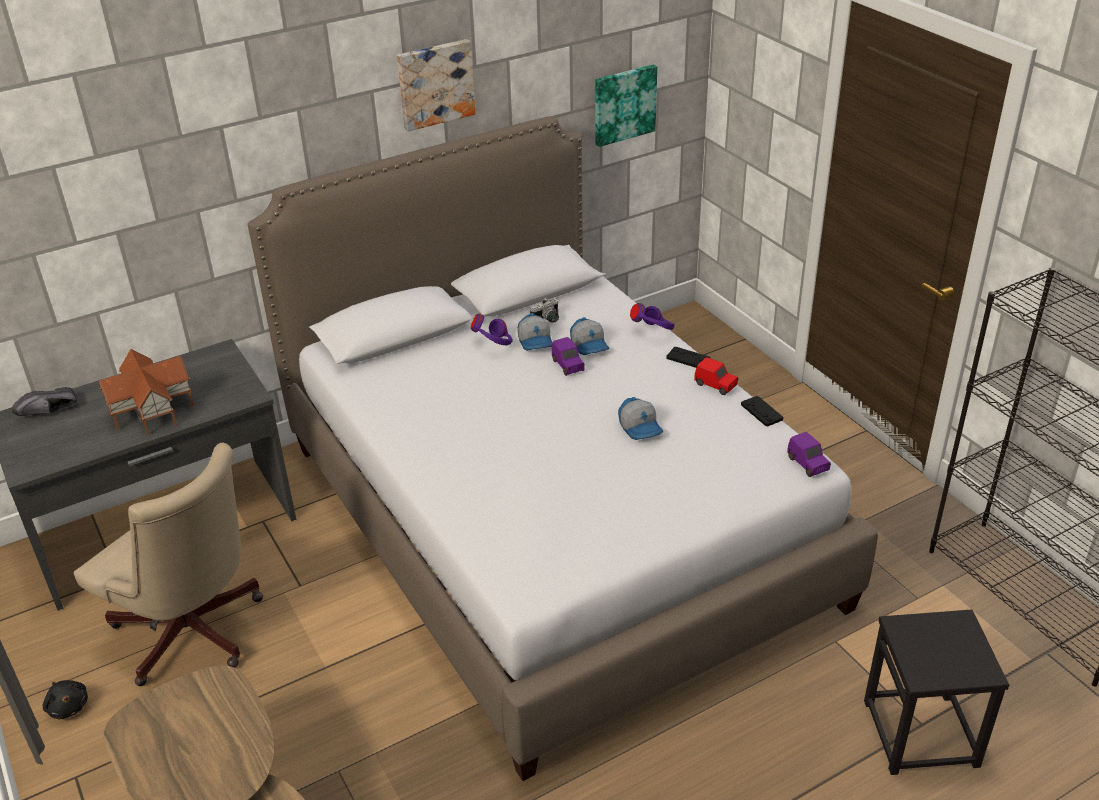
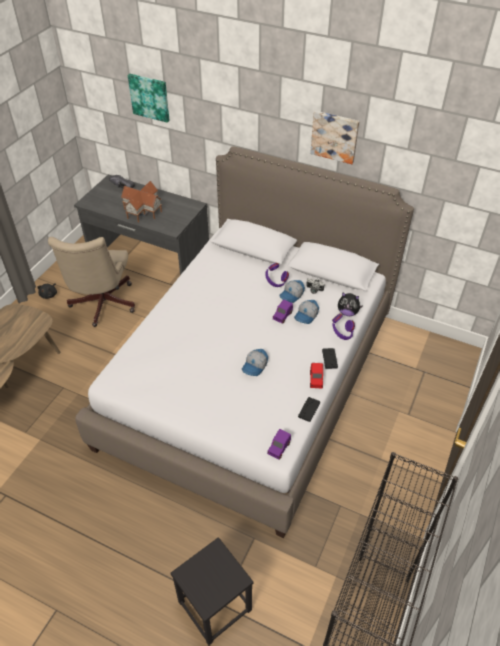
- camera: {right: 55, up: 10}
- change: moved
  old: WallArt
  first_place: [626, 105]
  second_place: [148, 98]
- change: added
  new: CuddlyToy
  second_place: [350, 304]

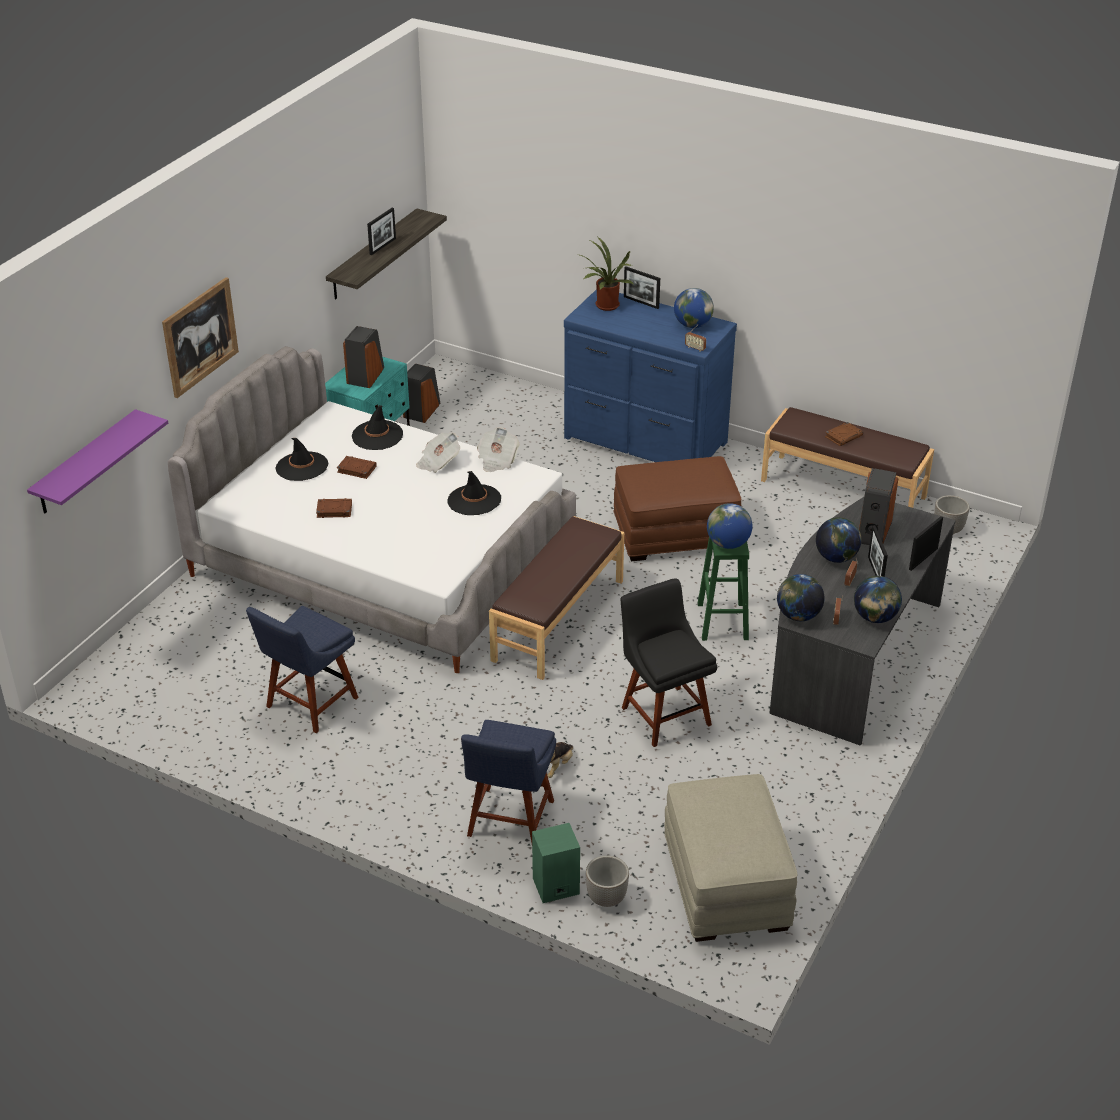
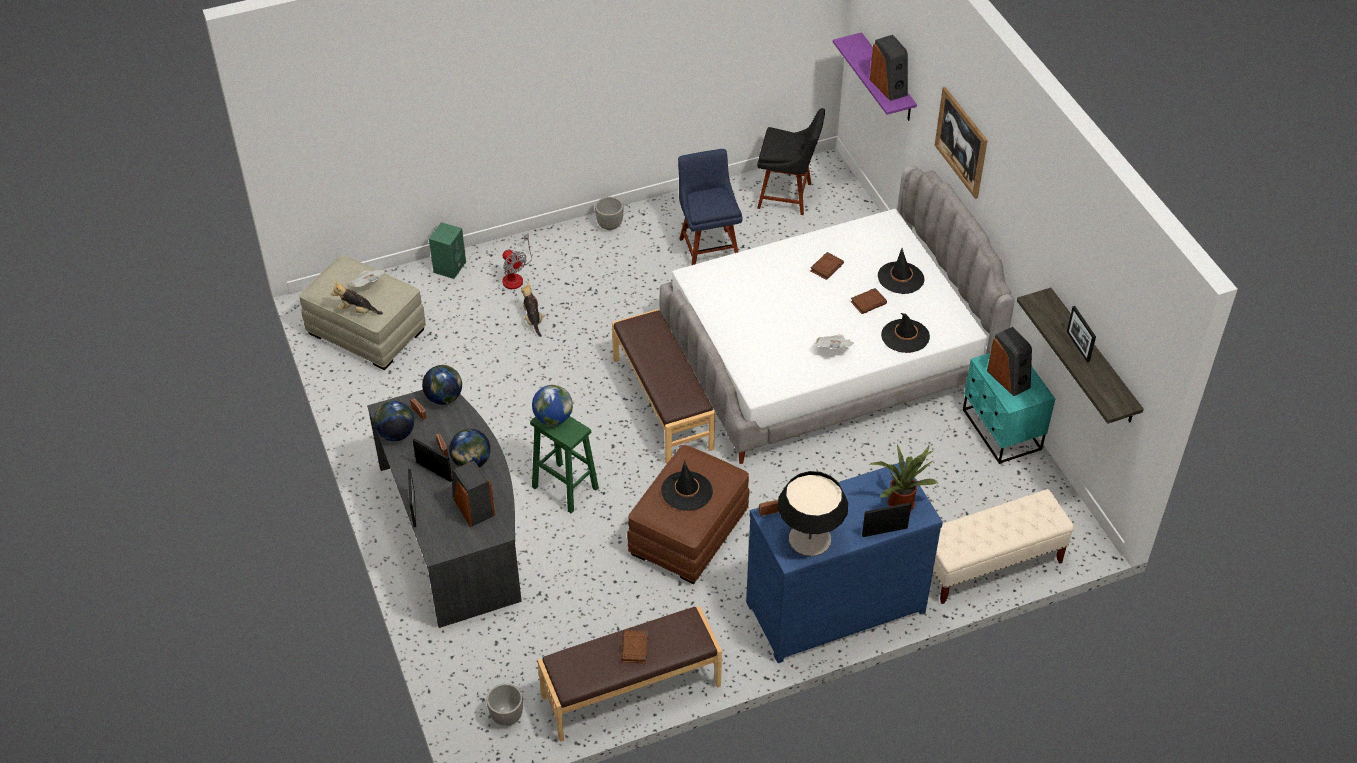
- camera: {right: 130, up: 10}
- change: replaced
  old: DeskGlobe
  new: TableLamp
  first_place: [694, 308]
  second_place: [813, 513]
- change: moved
  old: Speaker
  first_place: [422, 393]
  second_place: [889, 68]
- change: moved
  old: PrintedPaper
  first_place: [498, 449]
  second_place: [367, 278]
- change: moved
  old: BlackishWearableHat
  first_place: [474, 493]
  second_place: [687, 485]
- change: moved
  old: BlackishChair
  first_place: [669, 662]
  second_place: [791, 161]
- change: replaced
  old: BlueChair
  new: Fan
  first_place: [508, 781]
  second_place: [517, 261]
- change: moved
  old: PlantPot
  first_place: [607, 881]
  second_place: [609, 213]
- change: added
  new: CuddlyToy
  second_place: [357, 298]
- change: added
  new: BeigeBench
  second_place: [1003, 546]

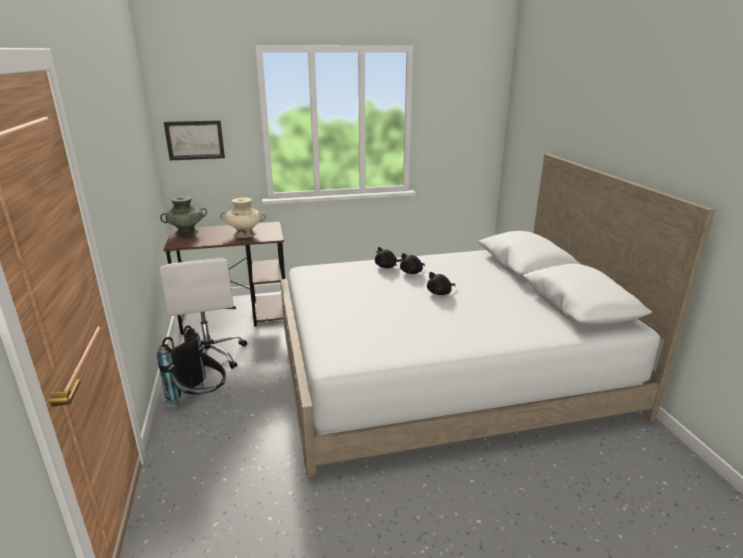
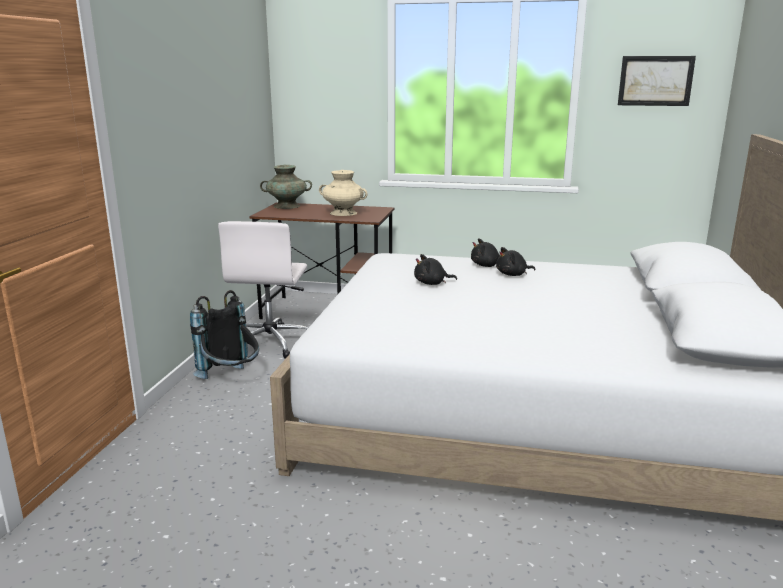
- camera: {right: 25, up: -5}
- change: moved
  old: WallArt
  first_place: [194, 140]
  second_place: [657, 81]
- change: moved
  old: BlackishCuddlyToy
  first_place: [441, 283]
  second_place: [435, 269]

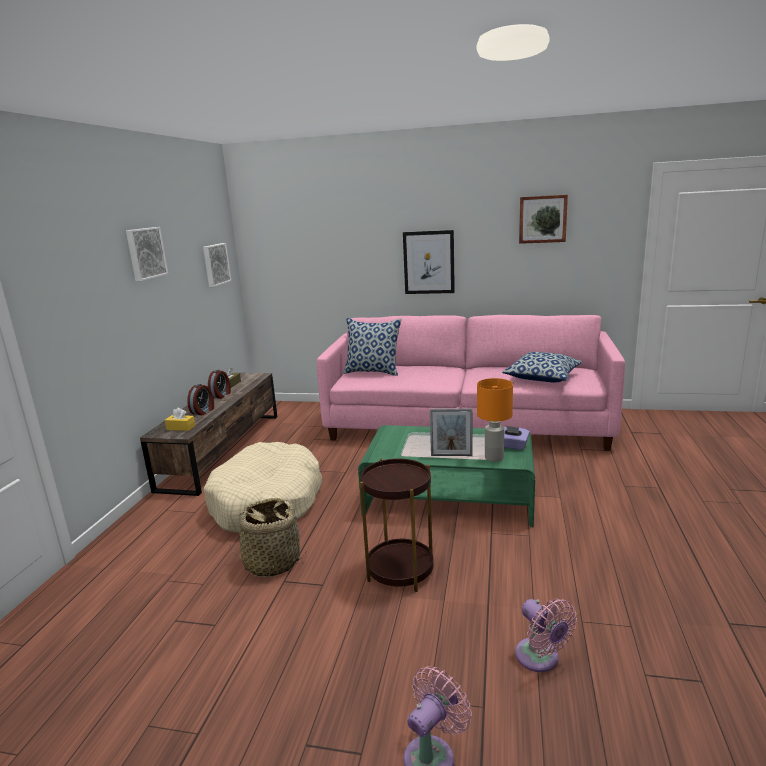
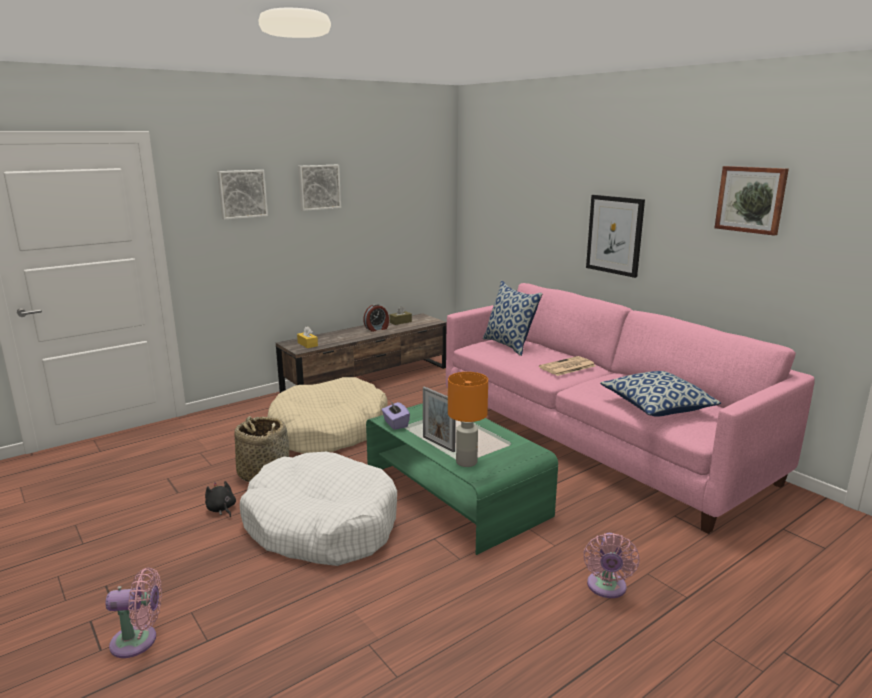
- camera: {right: 40, up: 0}
- change: moved
  old: WallArt
  first_place: [217, 265]
  second_place: [242, 195]
- change: removed
  old: AlarmClock
  first_place: [200, 399]
- change: moved
  old: PurpleBoxOfTissues
  first_place: [517, 438]
  second_place: [396, 416]
- change: replaced
  old: BrownColouredEndTable
  new: WhitishDogBed
  first_place: [397, 525]
  second_place: [318, 509]
- change: moved
  old: PinkColouredFan
  first_place: [546, 635]
  second_place: [611, 565]
- change: added
  new: PrintedPaper
  second_place: [567, 366]
- change: added
  new: BlackishCuddlyToy
  second_place: [220, 499]

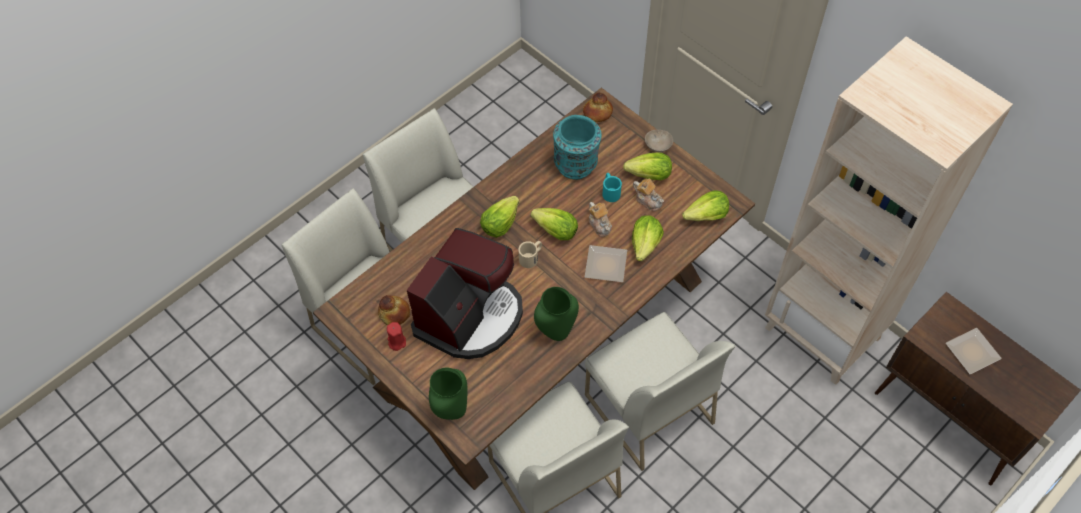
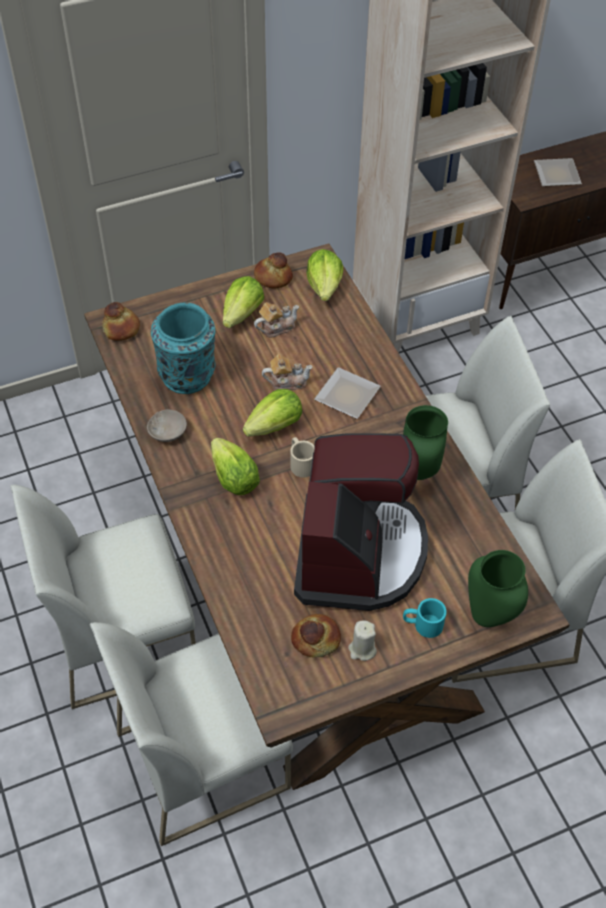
- camera: {right: -70, up: -5}
- change: moved
  old: BeigeServingBowl
  first_place: [659, 141]
  second_place: [167, 426]
- change: moved
  old: BlueGreenCoffeeMug
  first_place: [612, 187]
  second_place: [425, 618]
- change: removed
  old: Lettuce
  first_place: [648, 239]
- change: turned
  old: CoffeeBrewer
  first_place: [465, 293]
  second_place: [361, 522]
  degrees: 45
- change: recoloured
  old: ReddishCandle
  new: BeigeCandle
  first_place: [396, 336]
  second_place: [362, 640]
- change: added
  new: Bread
  second_place: [273, 270]

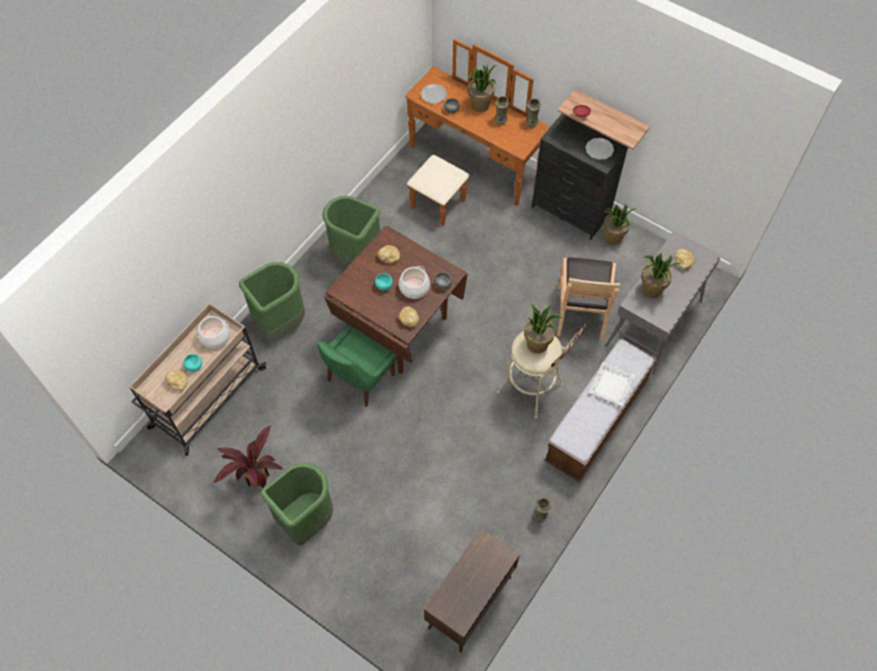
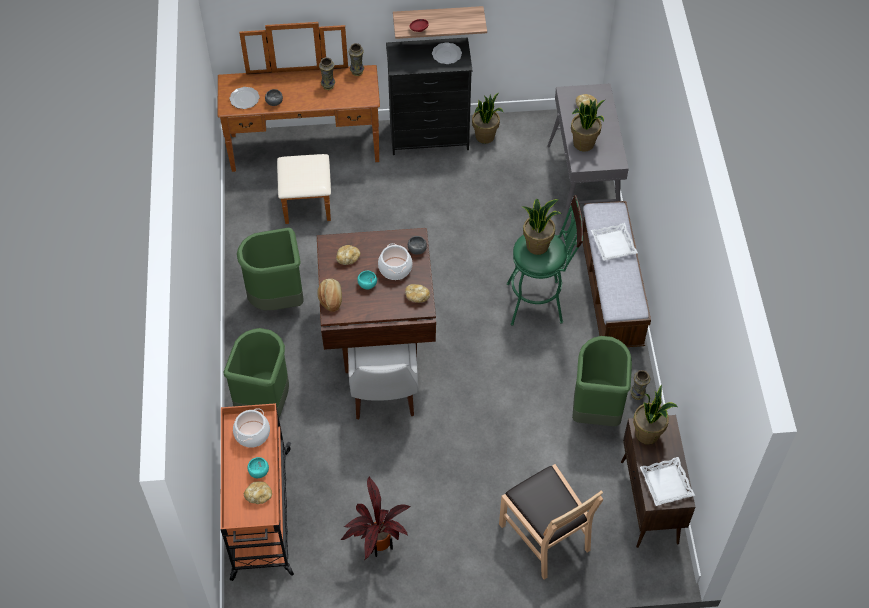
- camera: {right: -40, up: -5}
- change: moved
  old: Houseplant
  first_place: [481, 88]
  second_place: [655, 415]
- change: moved
  old: BrownColouredChair
  first_place: [588, 299]
  second_place: [551, 521]
- change: recoloured
  old: BeigeCart
  new: OrangeCart
  first_place: [197, 379]
  second_place: [257, 492]
- change: recoloured
  old: BeigeStool
  new: GreenColouredStool
  first_place: [541, 371]
  second_place: [545, 260]
- change: recoloured
  old: GreenColouredChair
  new: WhitishChair
  first_place: [357, 365]
  second_place: [383, 381]
- change: moved
  old: GreenColouredRubbishBin
  first_place: [297, 504]
  second_place: [602, 381]
- change: added
  new: Bread
  second_place: [330, 295]
- change: added
  new: WhitishTray
  second_place: [667, 481]

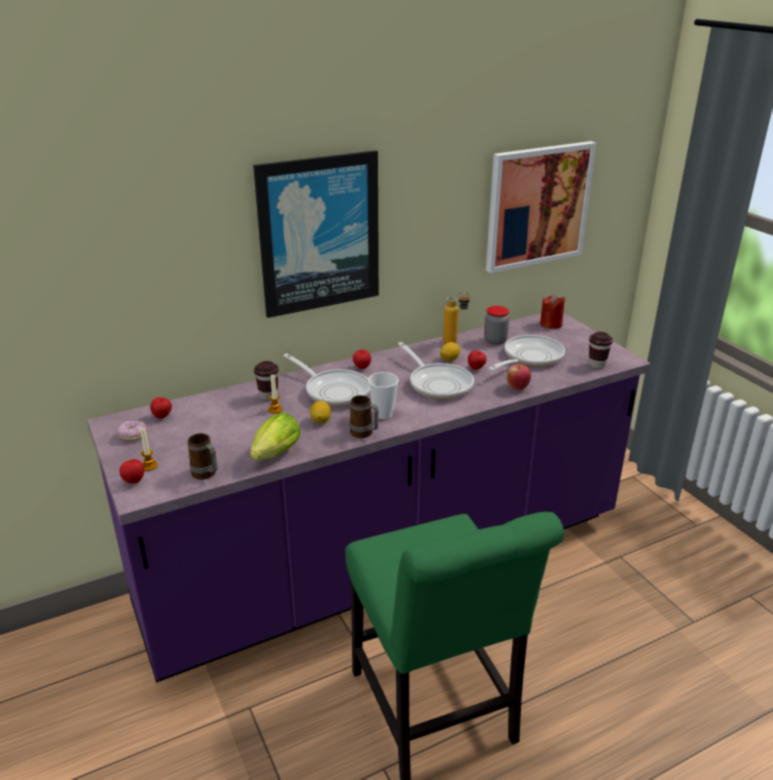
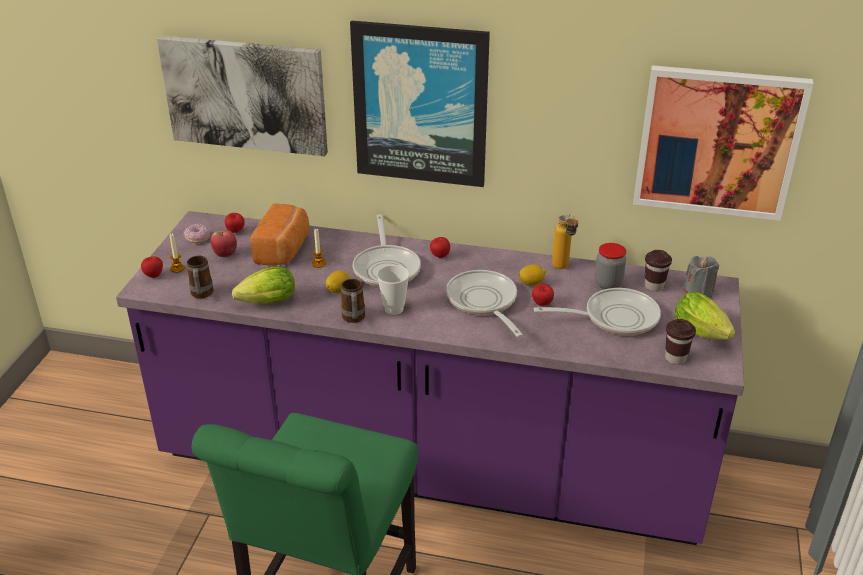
- camera: {right: 40, up: 5}
- change: recoloured
  old: ReddishCandle
  new: GreyCandle
  first_place: [552, 311]
  second_place: [701, 277]
- change: turned
  old: FryingPan
  first_place: [436, 370]
  second_place: [484, 303]
  degrees: 150
- change: moved
  old: BrownColouredCup
  first_place: [266, 380]
  second_place: [658, 271]
- change: moved
  old: Apple
  first_place: [519, 377]
  second_place: [224, 243]
- change: added
  new: WallArt
  second_place: [242, 96]
- change: added
  new: Bread
  second_place: [280, 234]
- change: added
  new: Lettuce
  second_place: [705, 316]

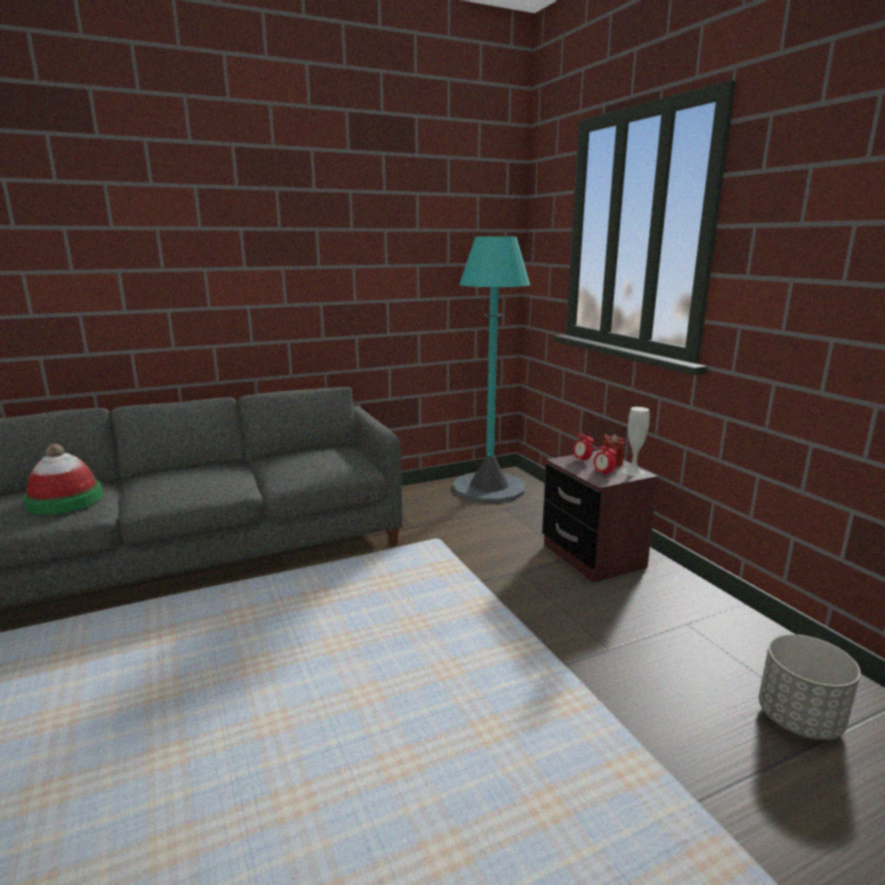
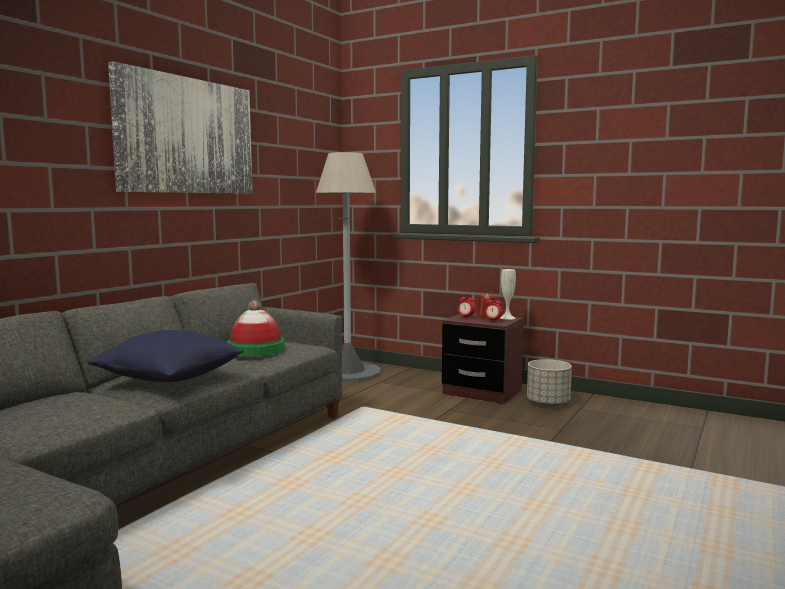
- camera: {right: -35, up: -10}
- change: recoloured
  old: BlueGreenFloorLamp
  new: GreyFloorLamp
  first_place: [491, 370]
  second_place: [348, 267]
- change: moved
  old: WearableHat
  first_place: [63, 479]
  second_place: [255, 328]
- change: moved
  old: GreyPlantPot
  first_place: [810, 687]
  second_place: [549, 383]
- change: added
  new: WallArt
  second_place: [180, 127]
- change: added
  new: BluePillow
  second_place: [165, 356]

